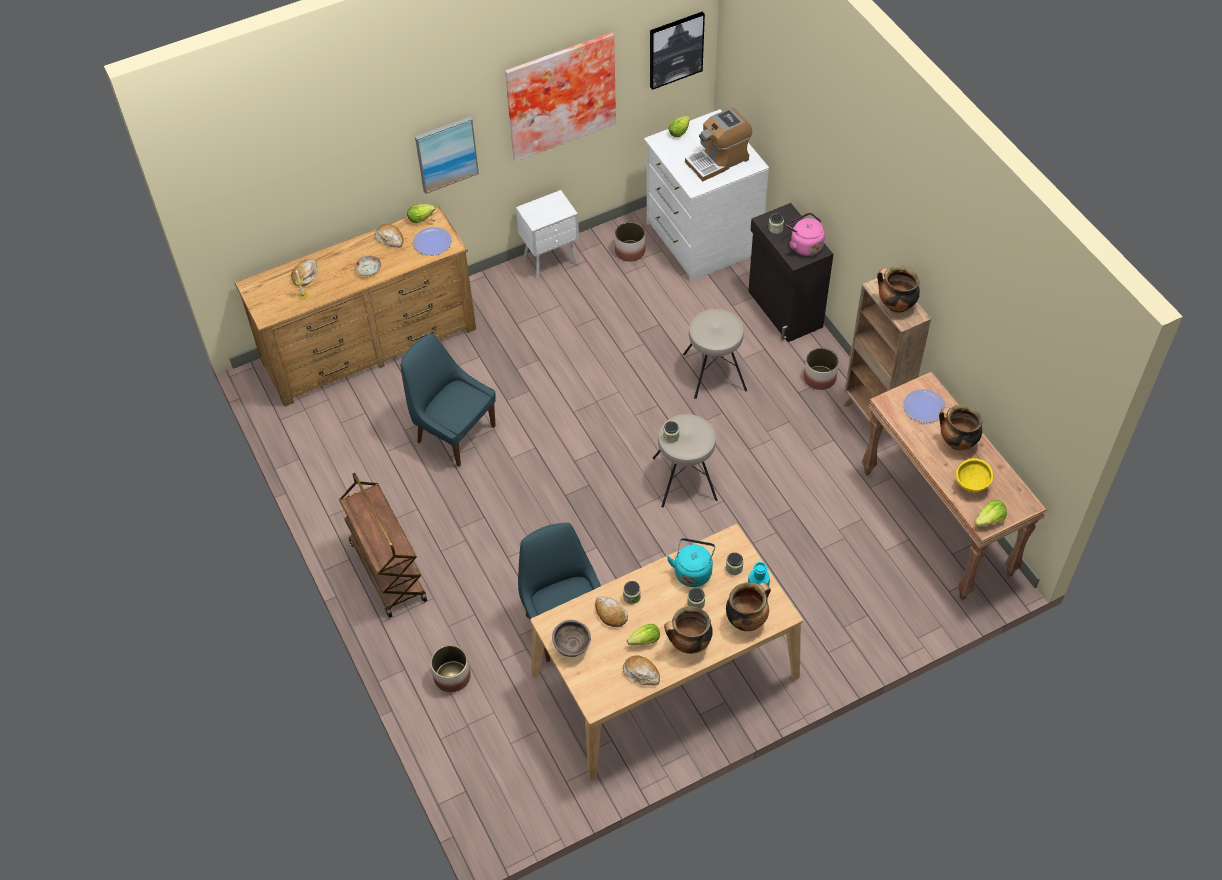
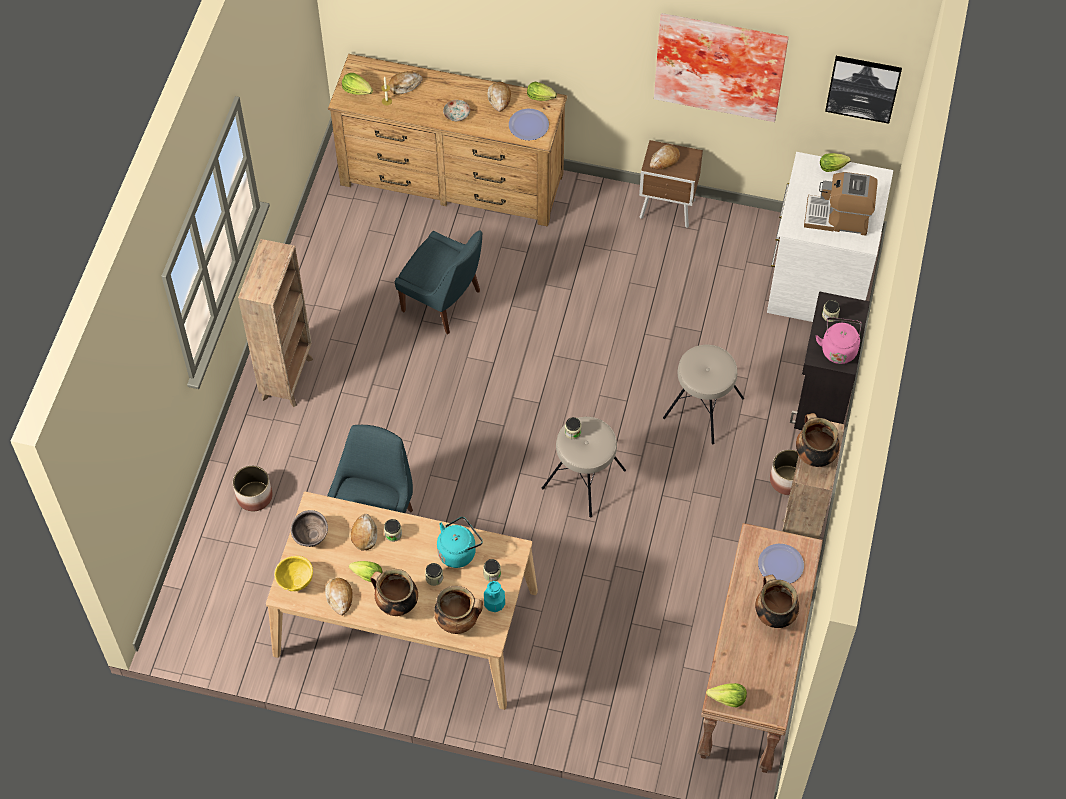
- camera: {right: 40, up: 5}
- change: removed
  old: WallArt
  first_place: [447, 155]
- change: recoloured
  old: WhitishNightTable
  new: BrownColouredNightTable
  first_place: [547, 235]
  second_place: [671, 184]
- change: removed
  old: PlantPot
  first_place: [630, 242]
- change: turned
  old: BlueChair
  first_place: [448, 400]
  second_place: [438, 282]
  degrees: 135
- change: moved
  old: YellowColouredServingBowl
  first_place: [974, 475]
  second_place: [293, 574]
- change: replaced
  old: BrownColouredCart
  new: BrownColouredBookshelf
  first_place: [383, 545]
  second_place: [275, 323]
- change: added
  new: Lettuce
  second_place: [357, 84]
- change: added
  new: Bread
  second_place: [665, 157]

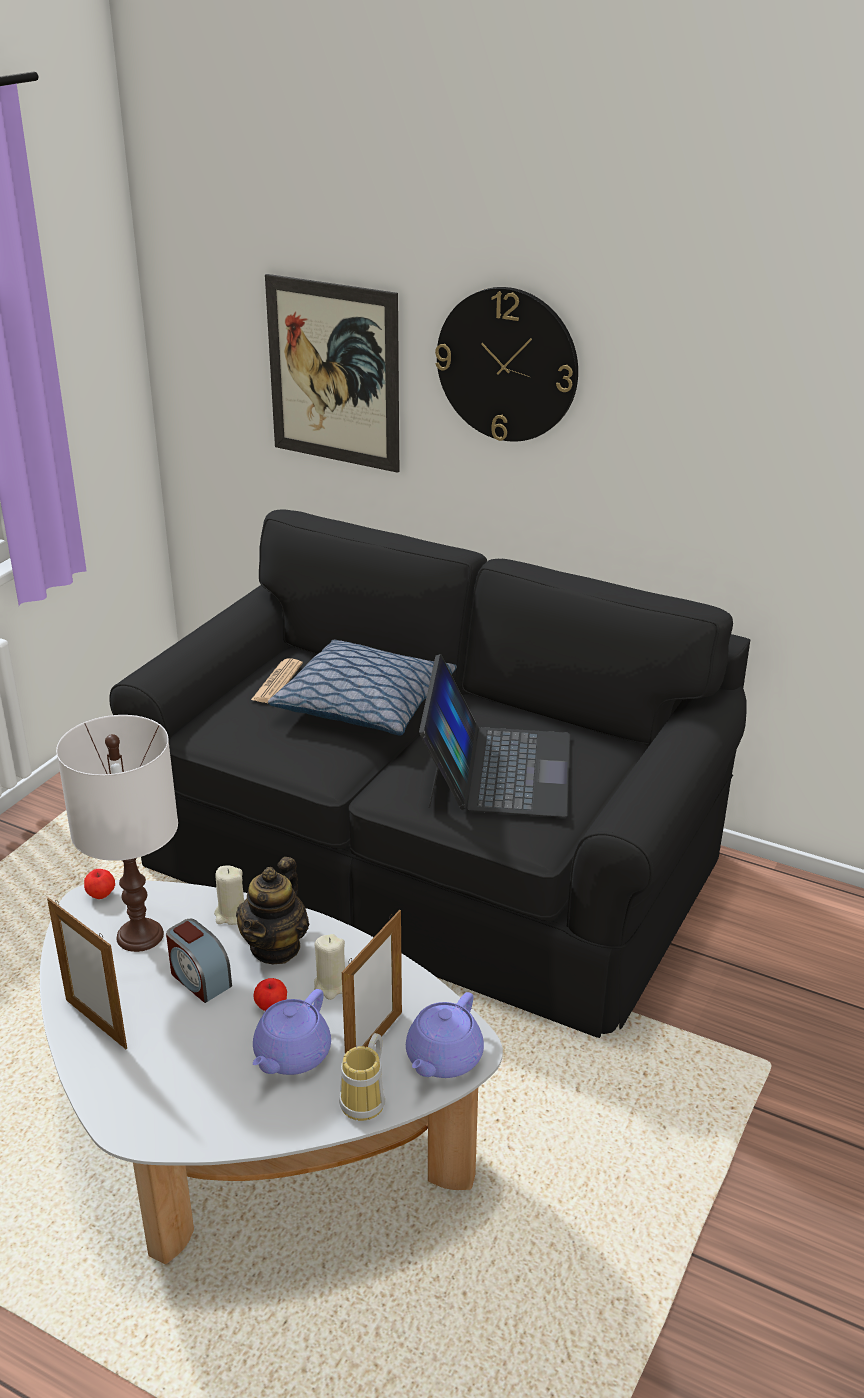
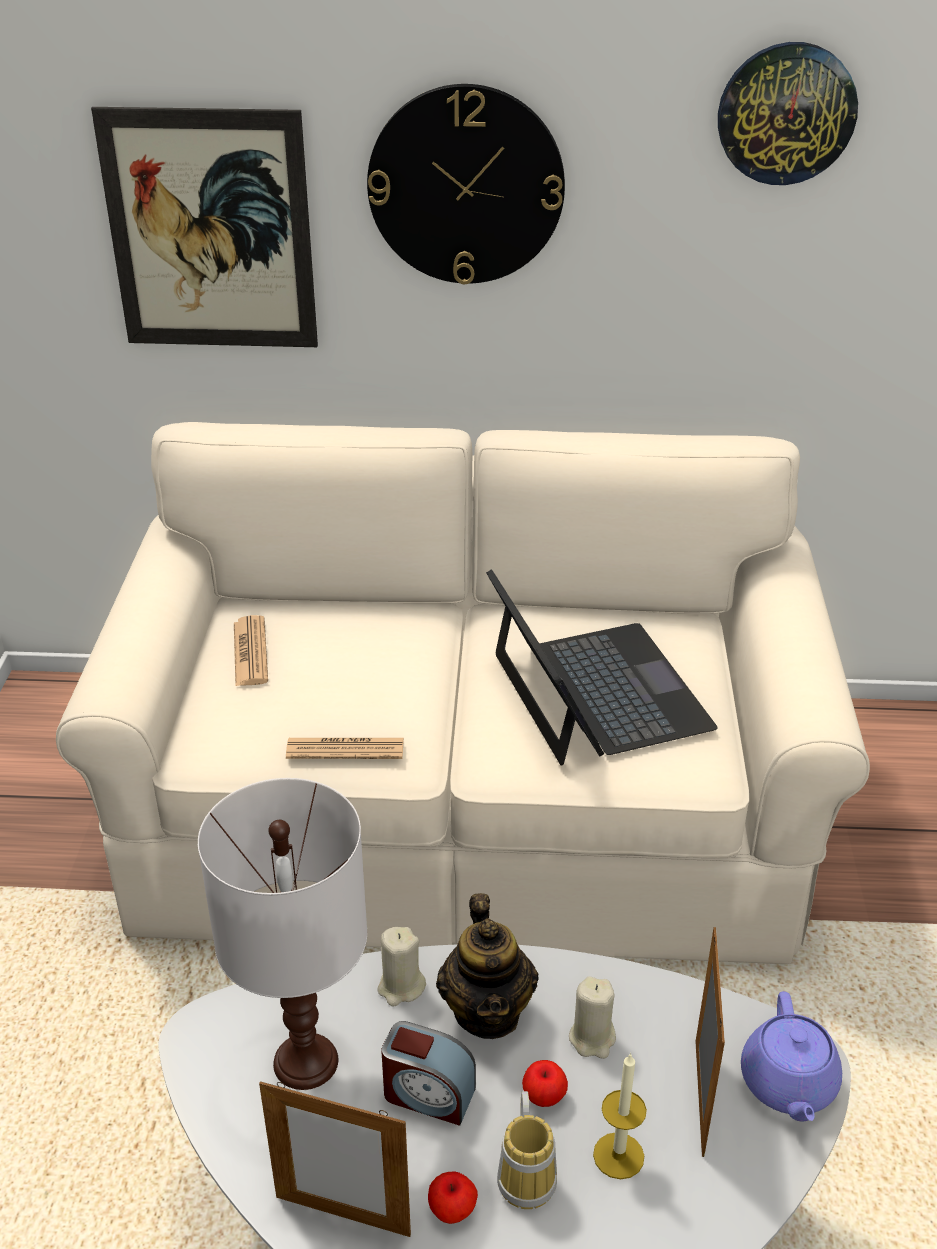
- camera: {right: -25, up: 5}
- change: recoloured
  old: BlackishSofa
  new: BeigeSofa
  first_place: [429, 773]
  second_place: [463, 693]
- change: removed
  old: Pillow
  first_place: [362, 687]
- change: moved
  old: Apple
  first_place: [99, 884]
  second_place: [453, 1198]
- change: replaced
  old: PurpleTeapot
  new: Candle
  first_place: [292, 1032]
  second_place: [620, 1116]
- change: moved
  old: CoffeeMug
  first_place: [362, 1077]
  second_place: [527, 1150]
- change: added
  new: HangingClock
  second_place: [788, 113]
- change: added
  new: PrintedPaper
  second_place: [345, 748]

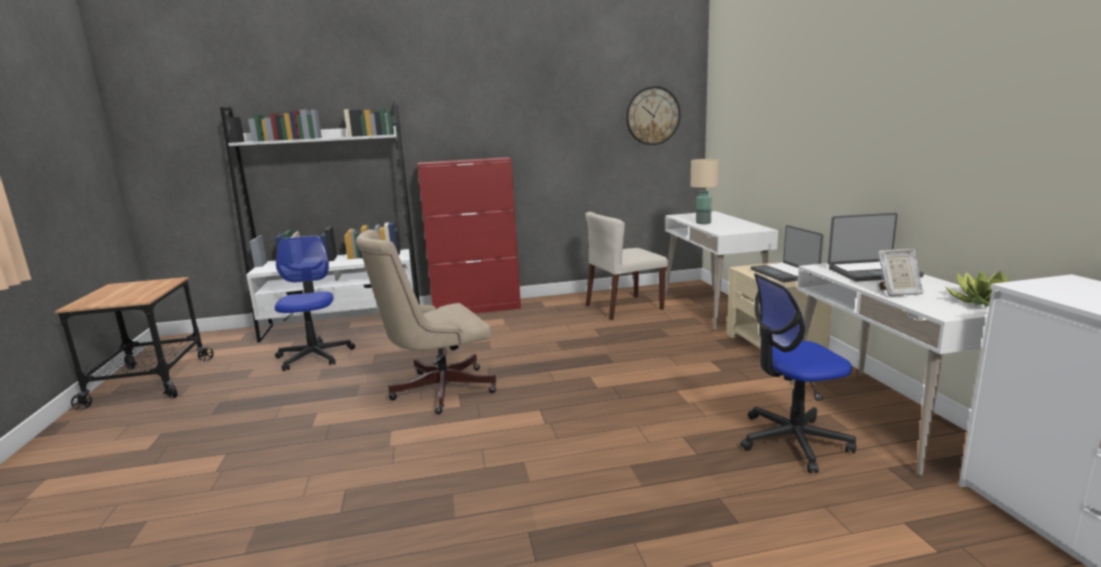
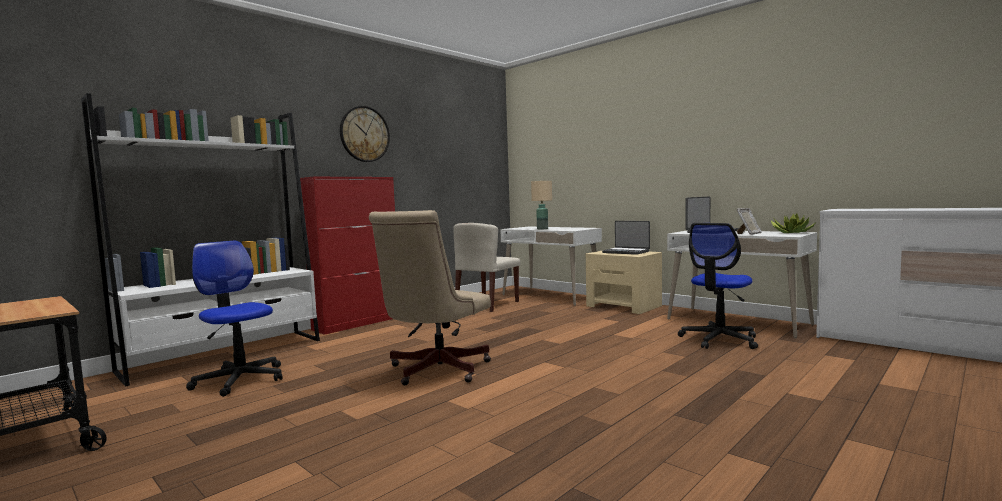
- camera: {right: -35, up: -10}
- change: moved
  old: HangingClock
  first_place: [653, 115]
  second_place: [365, 134]

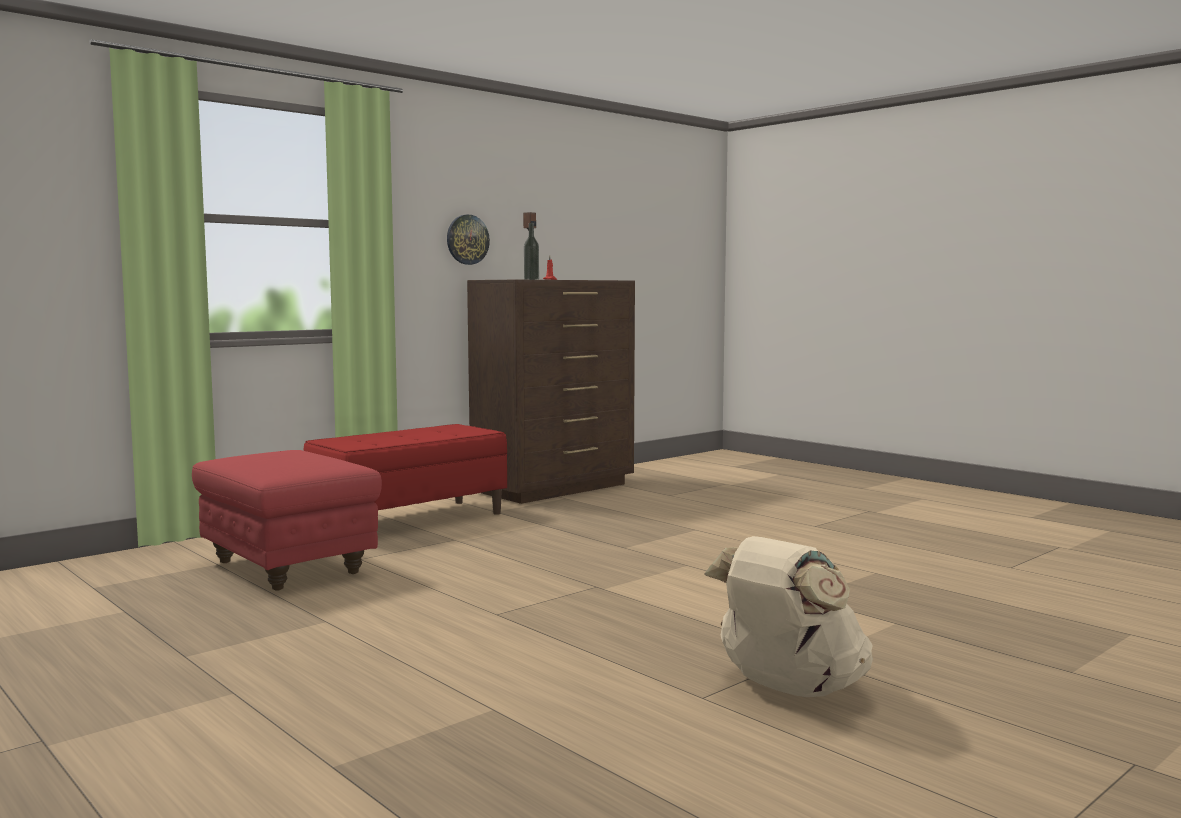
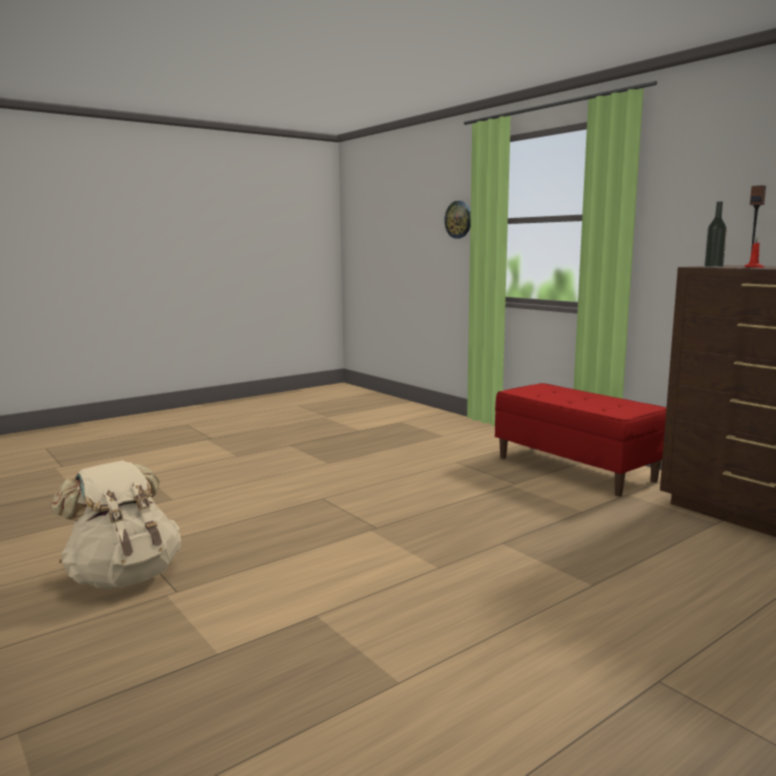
- camera: {right: 95, up: 5}
- change: moved
  old: HangingClock
  first_place: [468, 240]
  second_place: [457, 219]
- change: removed
  old: ReddishFootrest
  first_place: [287, 520]

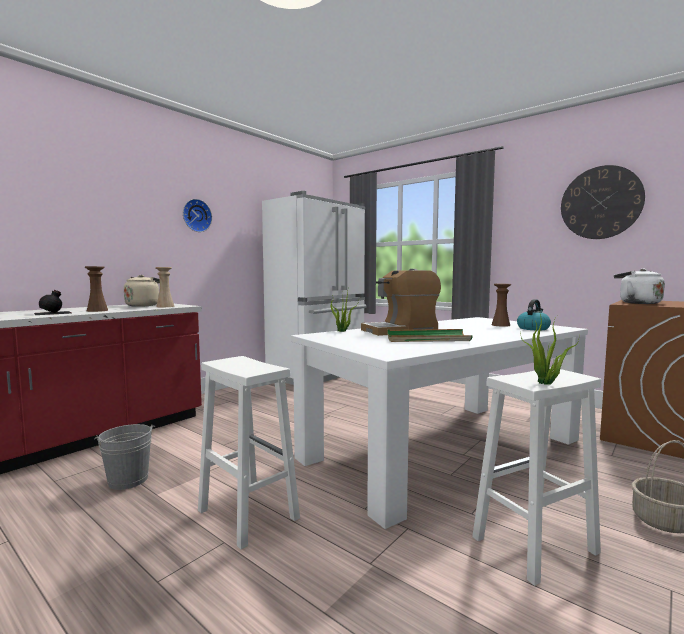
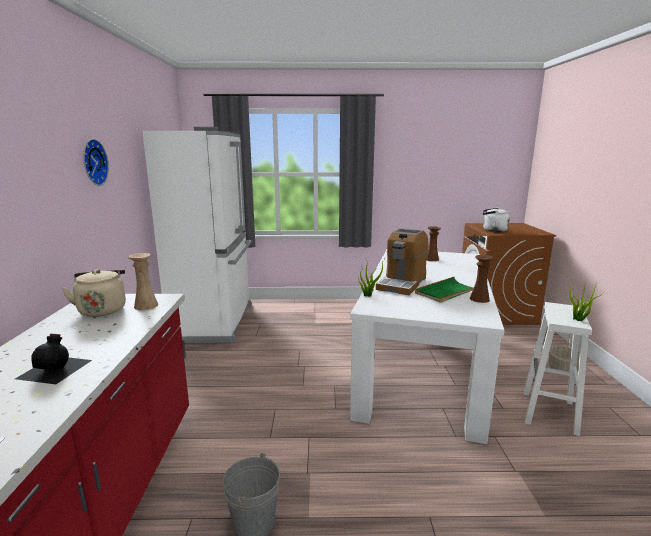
- camera: {right: -40, up: 10}
- change: removed
  old: HangingClock
  first_place: [603, 202]
- change: moved
  old: BrownColouredFlowerVase
  first_place: [96, 289]
  second_place: [482, 279]
- change: removed
  old: Kettle
  first_place: [534, 314]
- change: removed
  old: WhitishStool
  first_place: [249, 452]

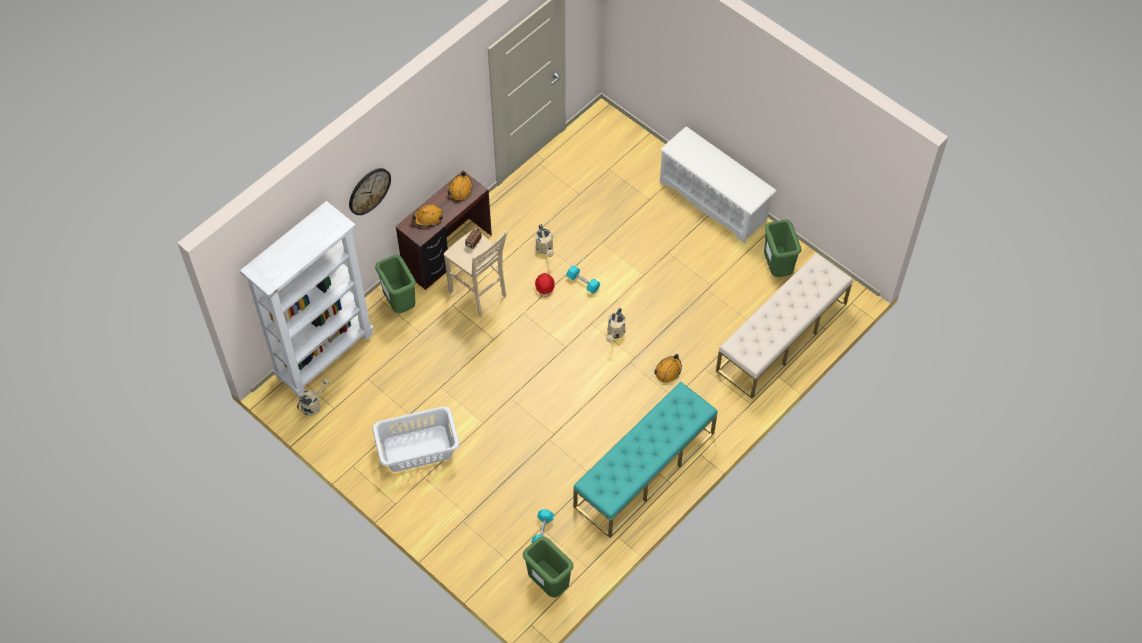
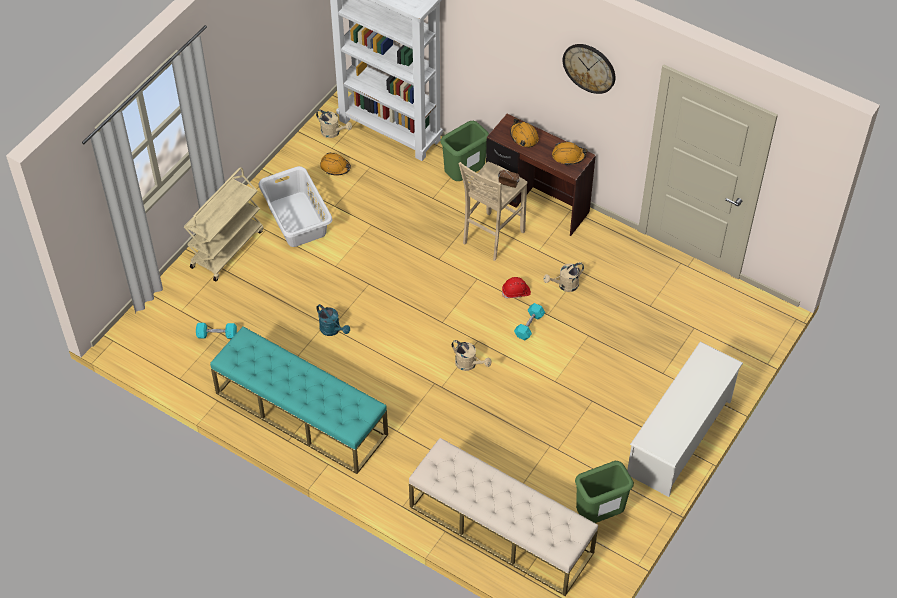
- camera: {right: 80, up: -5}
- change: moved
  old: HangingClock
  first_place: [370, 191]
  second_place: [589, 69]
- change: turned
  old: BeigeWateringPot
  first_place: [615, 325]
  second_place: [471, 355]
  degrees: -150
- change: moved
  old: OrangeWorkHelmet
  first_place: [668, 368]
  second_place: [335, 164]
- change: removed
  old: GreenColouredRubbishBin
  first_place: [548, 567]
- change: added
  new: BeigeCart
  second_place: [223, 224]
- change: added
  new: BlueGreenWateringPot
  second_place: [333, 320]

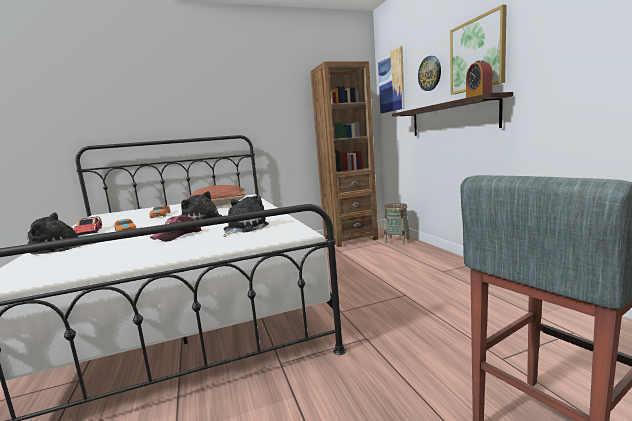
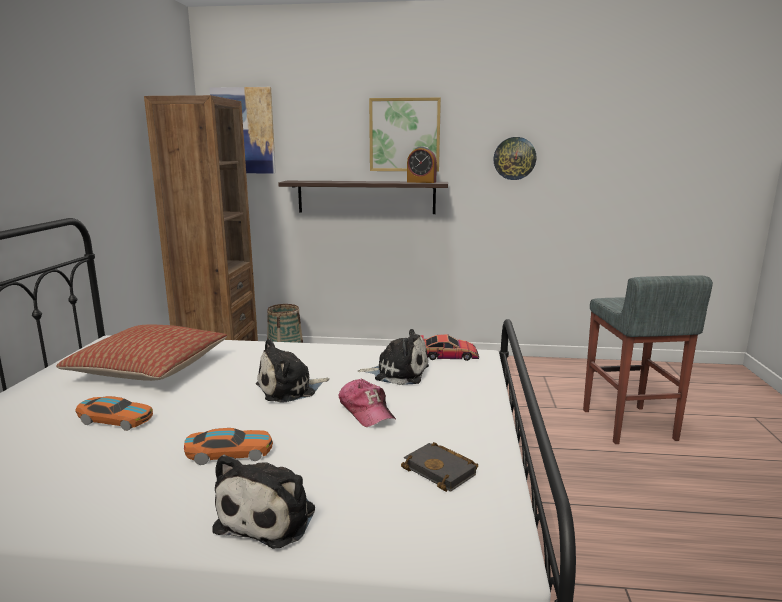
- camera: {right: -65, up: 5}
- change: moved
  old: HangingClock
  first_place: [429, 73]
  second_place: [514, 158]
- change: turned
  old: CuddlyToy
  first_place: [246, 216]
  second_place: [393, 357]
  degrees: 135
- change: moved
  old: MiniatureCar
  first_place: [87, 226]
  second_place: [449, 347]
- change: added
  new: BlackishBoundBook
  second_place: [439, 467]

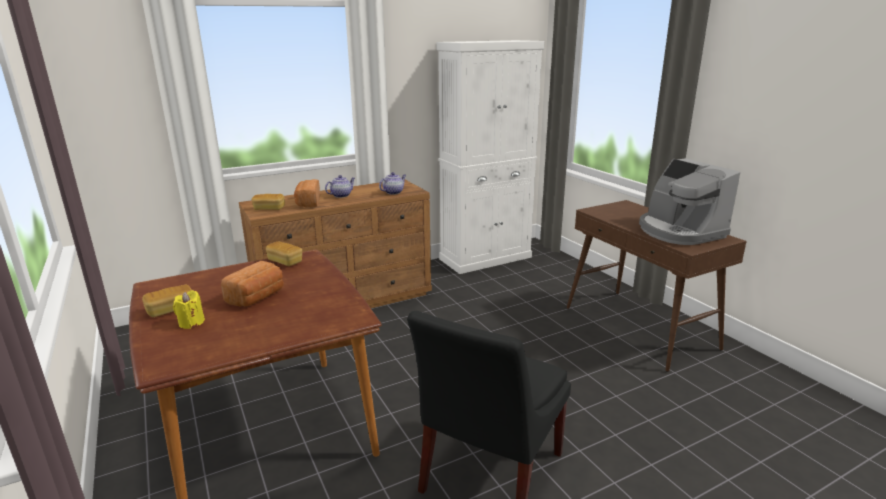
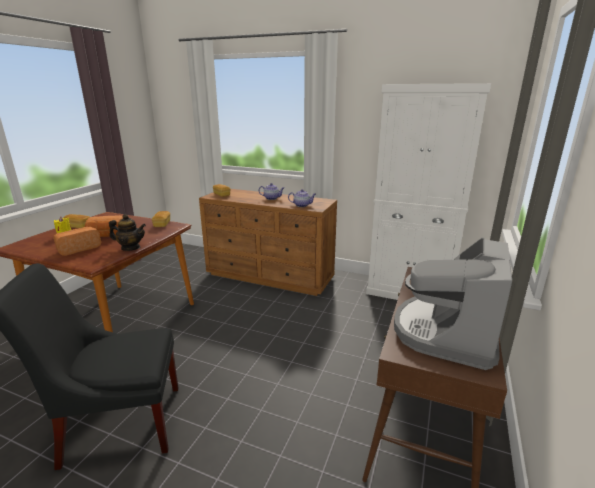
- camera: {right: 50, up: 0}
- change: moved
  old: Bread
  first_place: [307, 193]
  second_place: [77, 241]
- change: added
  new: Teapot
  second_place: [127, 232]

